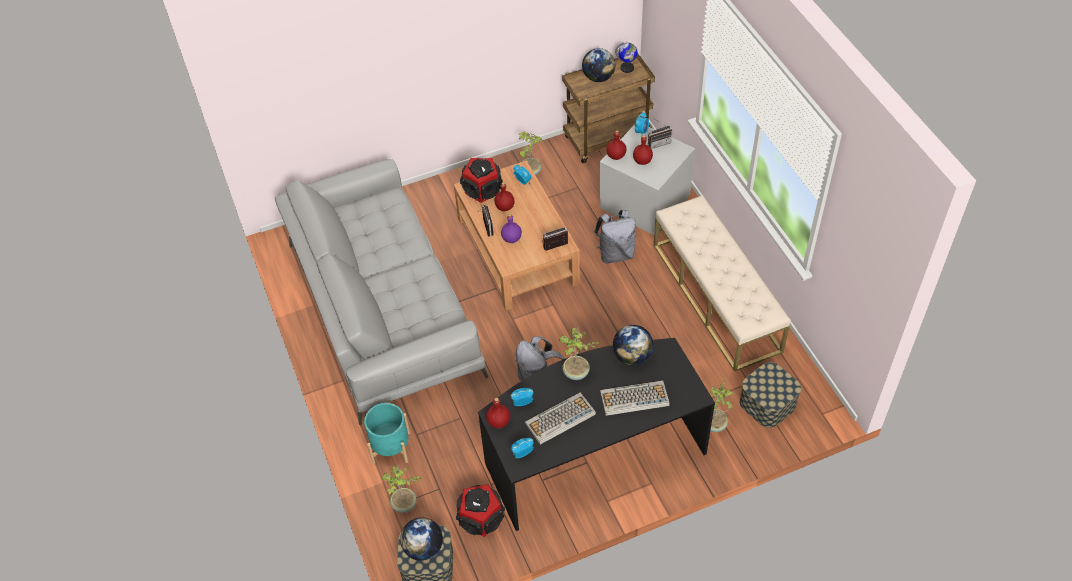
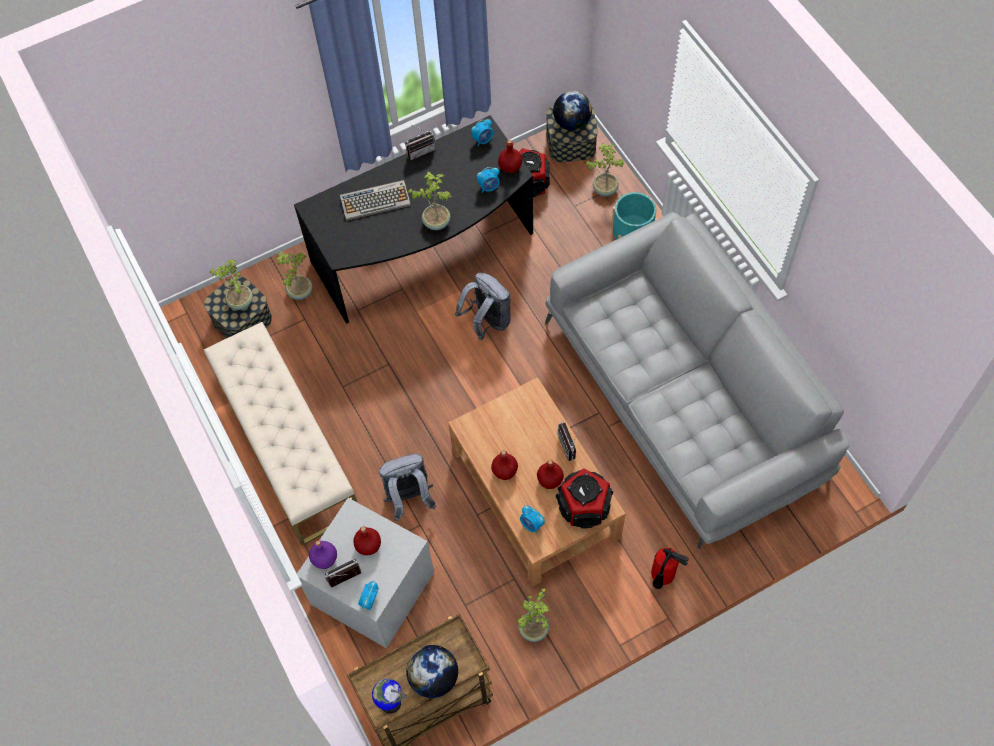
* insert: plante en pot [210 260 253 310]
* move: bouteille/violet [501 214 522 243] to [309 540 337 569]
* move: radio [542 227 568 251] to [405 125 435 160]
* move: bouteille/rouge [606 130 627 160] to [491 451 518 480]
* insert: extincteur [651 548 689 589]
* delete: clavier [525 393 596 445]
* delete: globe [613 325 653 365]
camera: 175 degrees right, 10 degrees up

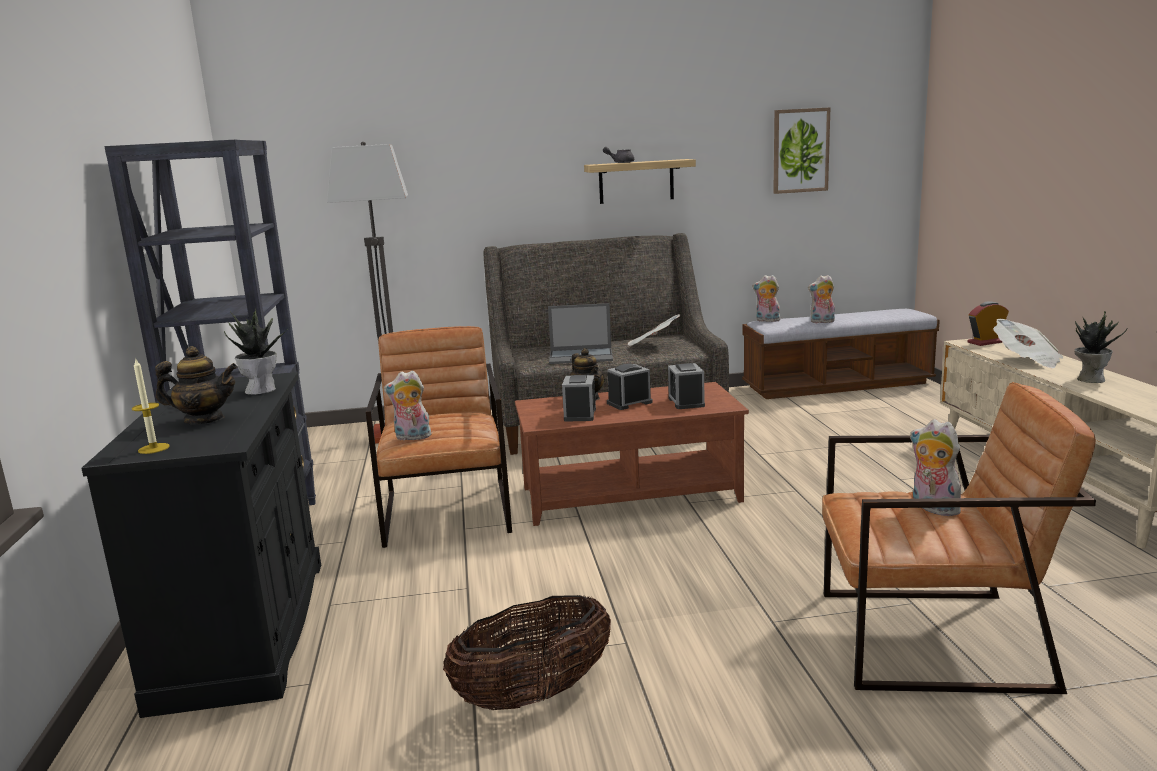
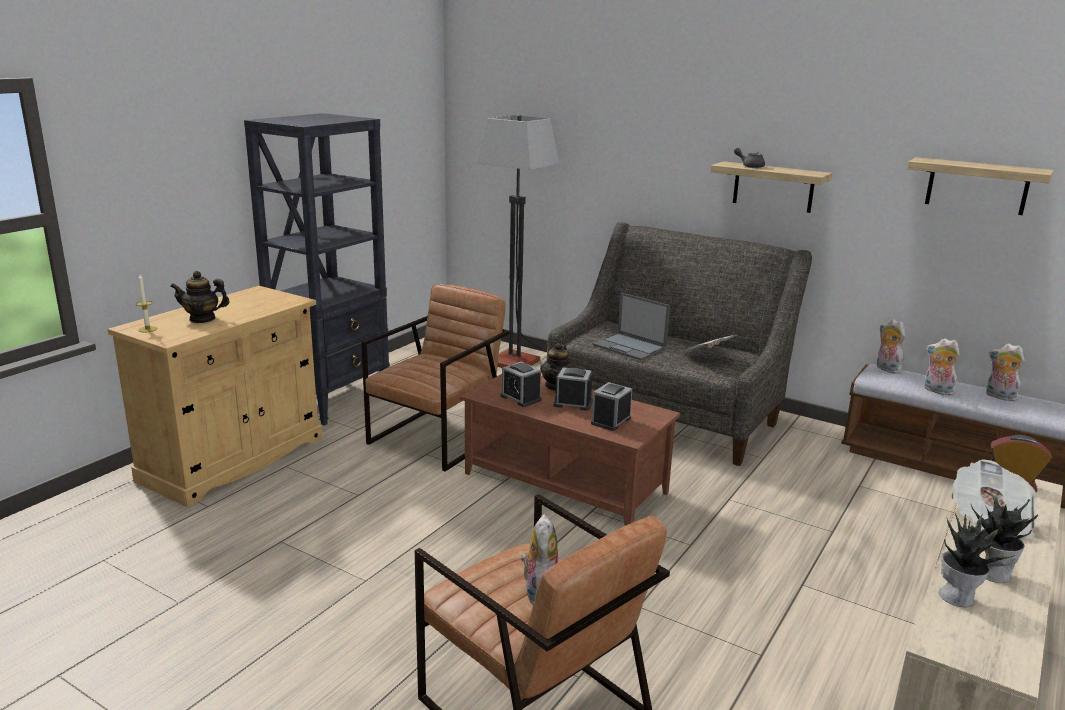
* recolor: meuble de rangement/noir [81 372 321 718] to meuble de rangement/beige [108 286 322 507]
* rotate: théière [155 346 238 425] = [170 271 230 323] 135 degrees clockwise
* rotate: réveil [562 375 596 422] = [501 362 542 407] 90 degrees counterclockwise
* replace: tableau [773 107 830 194] to étagère [907 157 1054 215]
* move: plante en pot [224 310 287 395] to [939 514 1015 607]
* move: peluche [384 370 432 441] to [986 344 1025 401]
* delete: panier [443 595 611 710]
camera: 40 degrees right, 5 degrees up

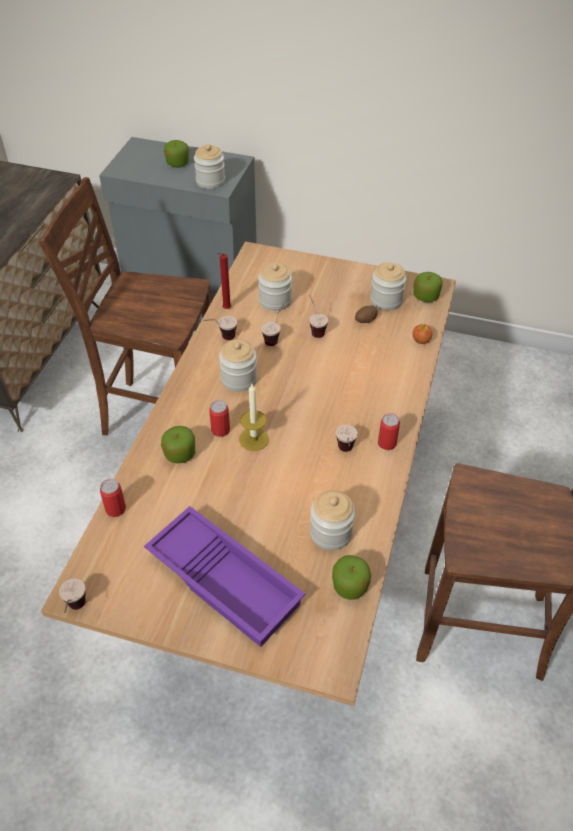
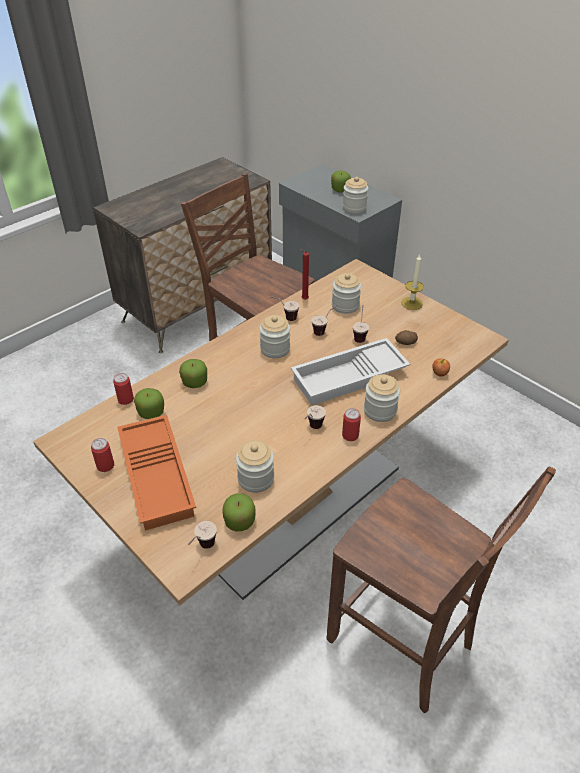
* move: boîte métallique [209 400 230 437] to [91 438 114 472]
* recolor: plateau/violet [144 506 306 647] to plateau/orange [117 415 196 531]
* move: pomme [413 272 443 302] to [134 388 164 419]
* move: tasse [59 578 86 613] to [188 521 217 549]
* insert: plateau/blanc [291 338 410 405]
* move: bocal [370 262 406 310] to [364 374 400 422]
* move: bougie [239 384 269 451] to [401 254 424 310]
camera: 30 degrees right, 5 degrees down

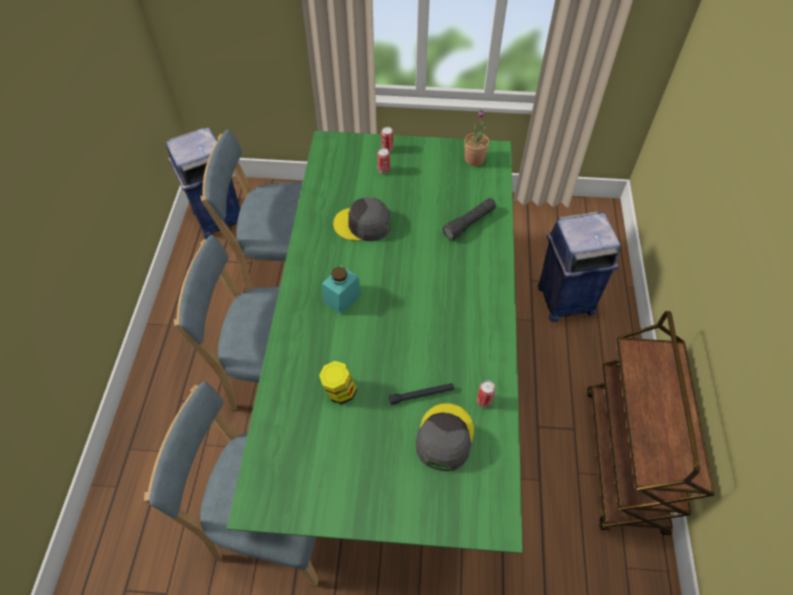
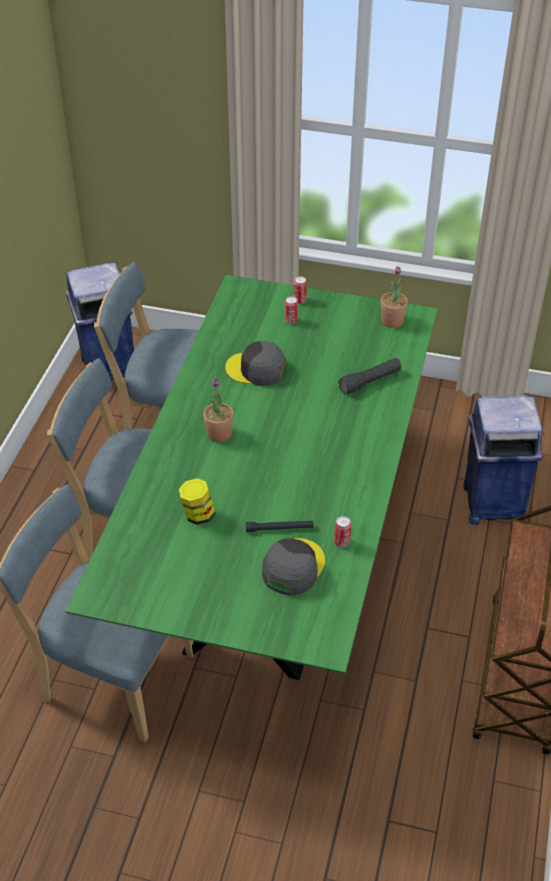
* replace: bocal/turquoise [322 266 361 315] to plante en pot [203 379 234 442]
camera: 10 degrees right, 10 degrees down

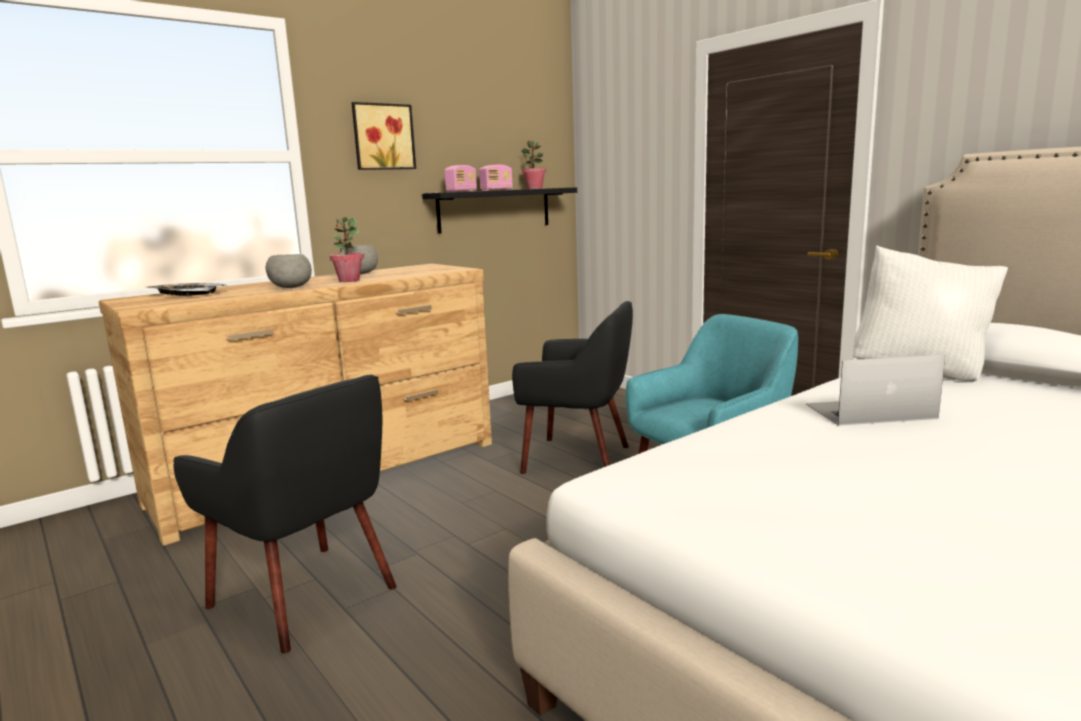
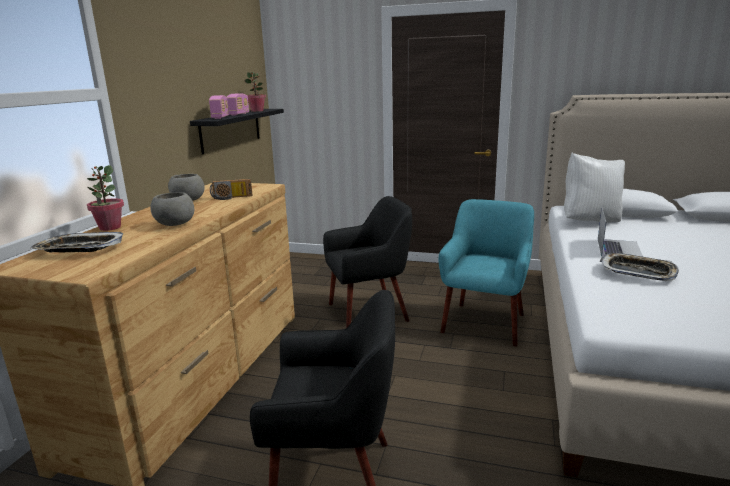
* move: plante en pot [330 217 364 282] to [87 165 124 231]
* insert: radio [210 179 252 200]
* rotate: ordinateur portable [806 354 945 426] = [598 209 643 257] 150 degrees clockwise
* insert: plateau [600 253 679 281]
* delete: tableau [351 102 416 170]
camera: 35 degrees left, 5 degrees up

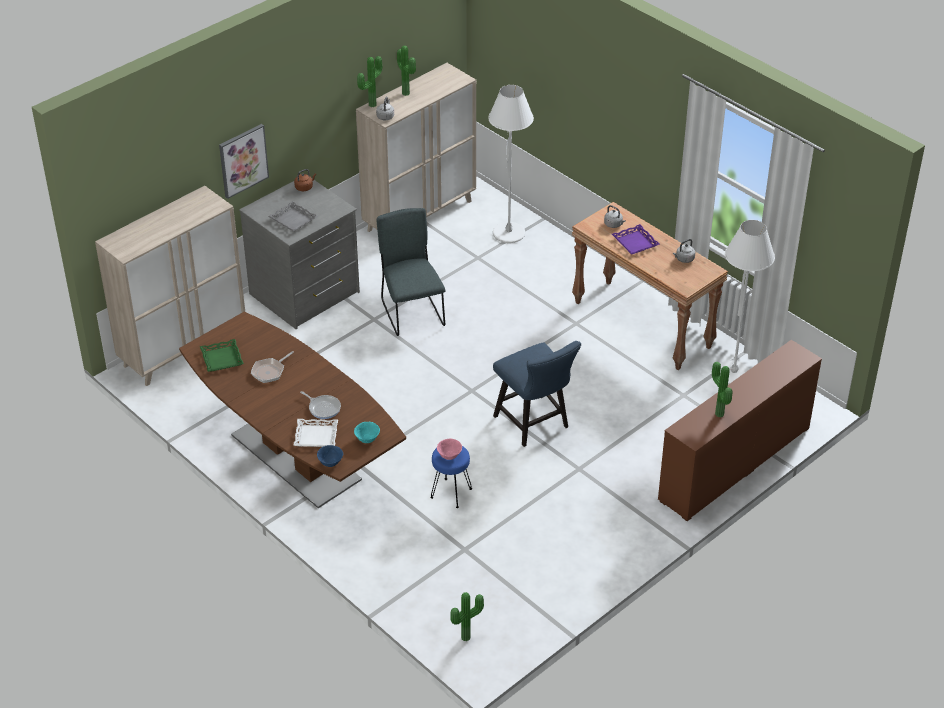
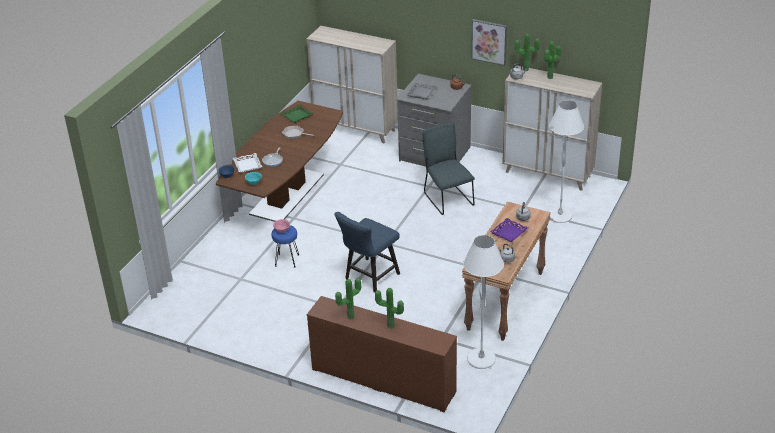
* move: plante en pot [450 592 484 641] to [375 288 404 329]
* rotate: chaise/gris [377 208 446 336] = [422 123 475 215] 75 degrees counterclockwise
* move: tableau [219 124 269 199] to [471 19 507 66]
camera: 70 degrees right, 5 degrees down

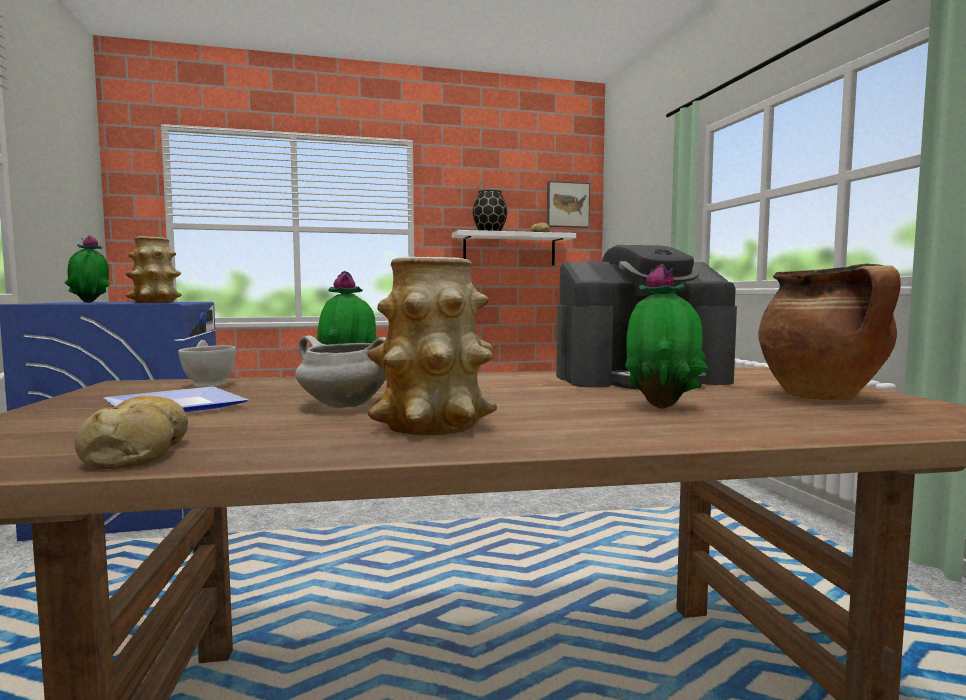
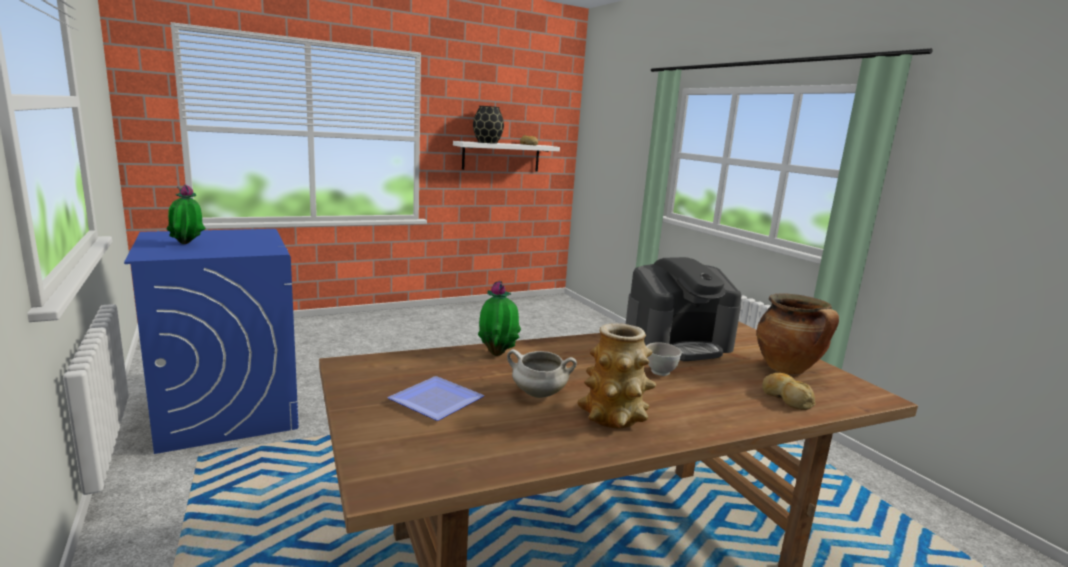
* move: bol/blanc [178 345 236 387] to [646 342 681 376]
* move: pain [74 396 188 469] to [762 373 816 410]
* delete: vase [125 236 182 303]
* delete: tableau [547 181 590 228]
* delete: plante en pot [625 264 708 409]
camera: 15 degrees left, 10 degrees up

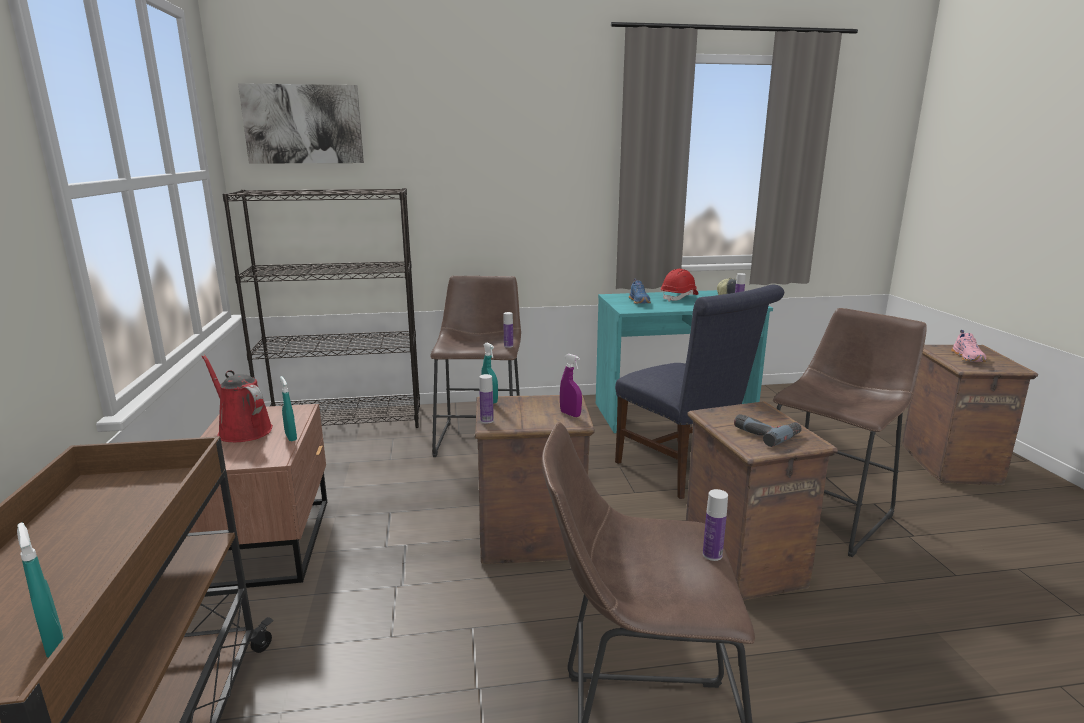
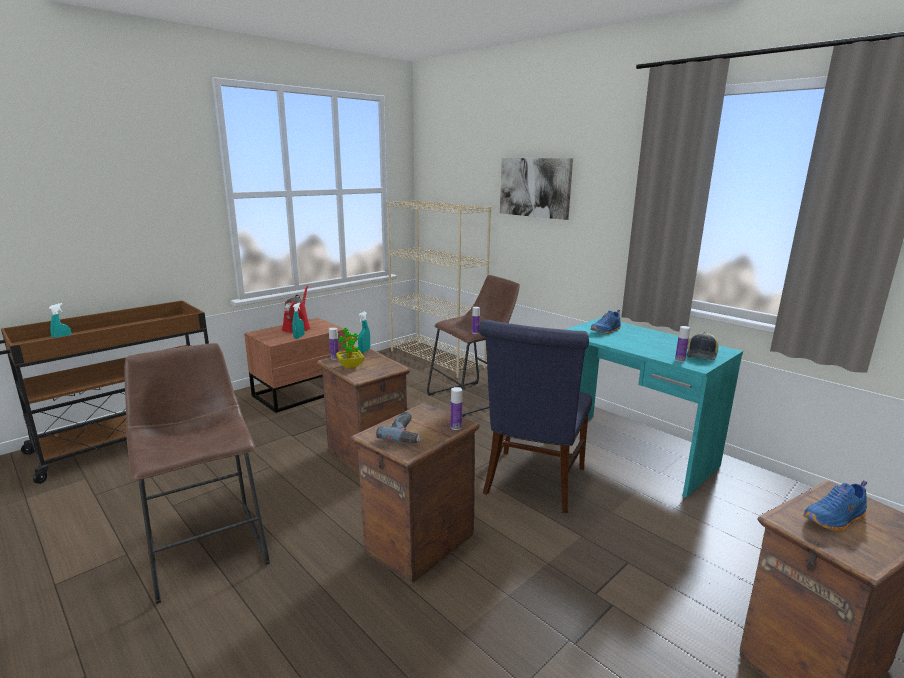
* insert: plante en pot [336 327 364 368]
* recolor: bibliothèque/noir [222 188 420 428] to bibliothèque/beige [387 200 491 378]
* move: bouteille [703 489 728 561] to [451 387 463 430]
* move: tableau [238 83 364 164] to [500 158 573 220]
* recolor: chaussure/rose [951 330 987 362] to chaussure/bleu [803 480 867 531]
* delete: vaporisateur/violet [560 354 582 417]
* delete: casque de chantier/rouge [661 269 698 302]
* delete: tabouret/marron [773 308 927 557]
camera: 55 degrees right, 0 degrees up

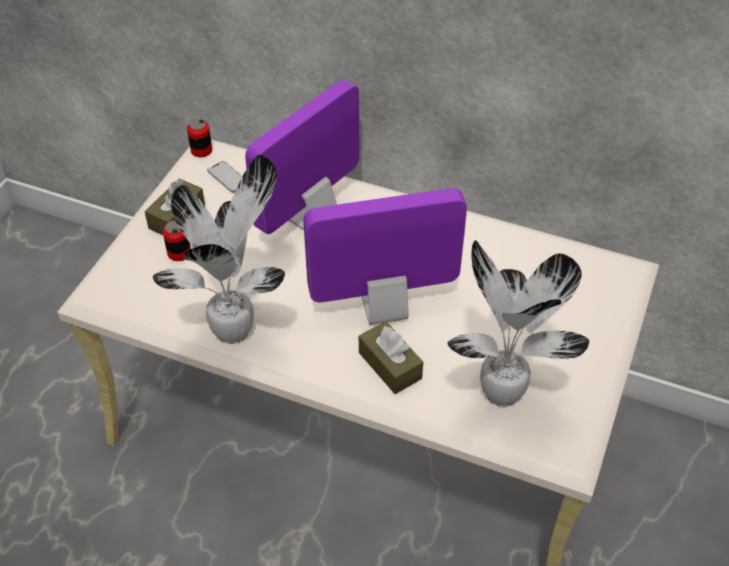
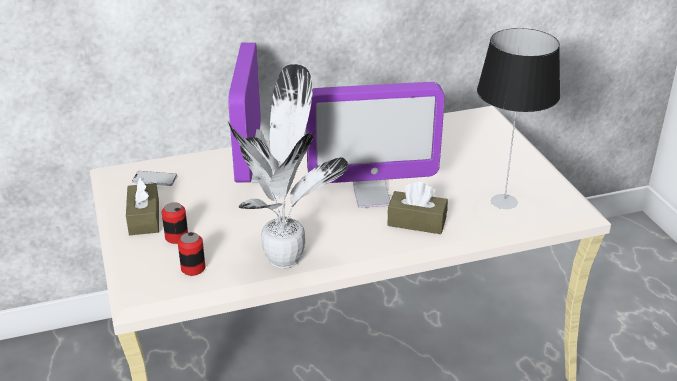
* move: boîte métallique [187 119 212 157] to [178 232 205 276]
* rotate: écran d'ordinateur [304 188 467 325] = [306 82 445 208] 135 degrees counterclockwise
* replace: plante en pot [447 240 589 407] to lampe de table [477 28 560 209]
camera: 40 degrees left, 15 degrees down

